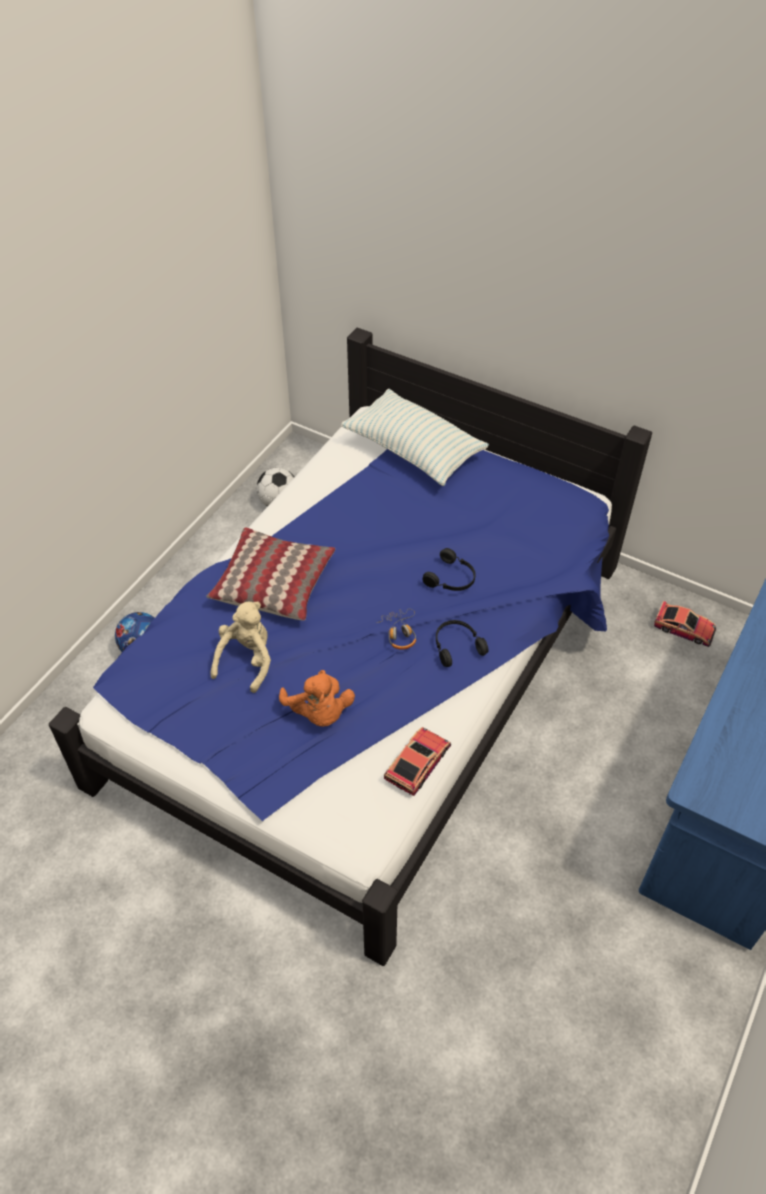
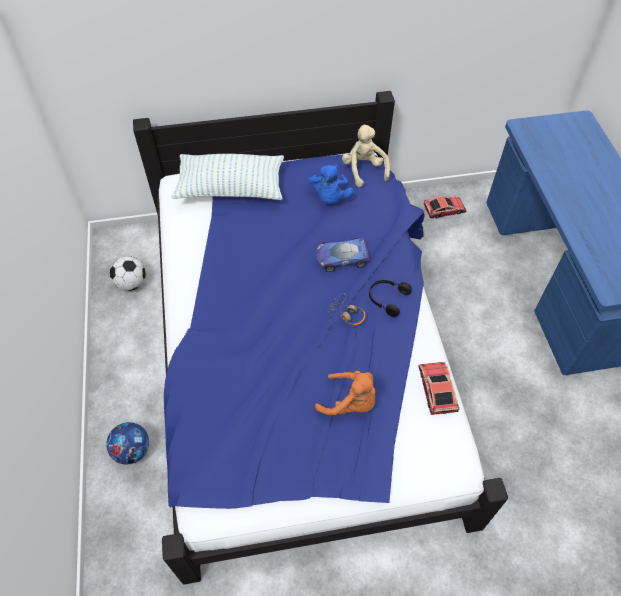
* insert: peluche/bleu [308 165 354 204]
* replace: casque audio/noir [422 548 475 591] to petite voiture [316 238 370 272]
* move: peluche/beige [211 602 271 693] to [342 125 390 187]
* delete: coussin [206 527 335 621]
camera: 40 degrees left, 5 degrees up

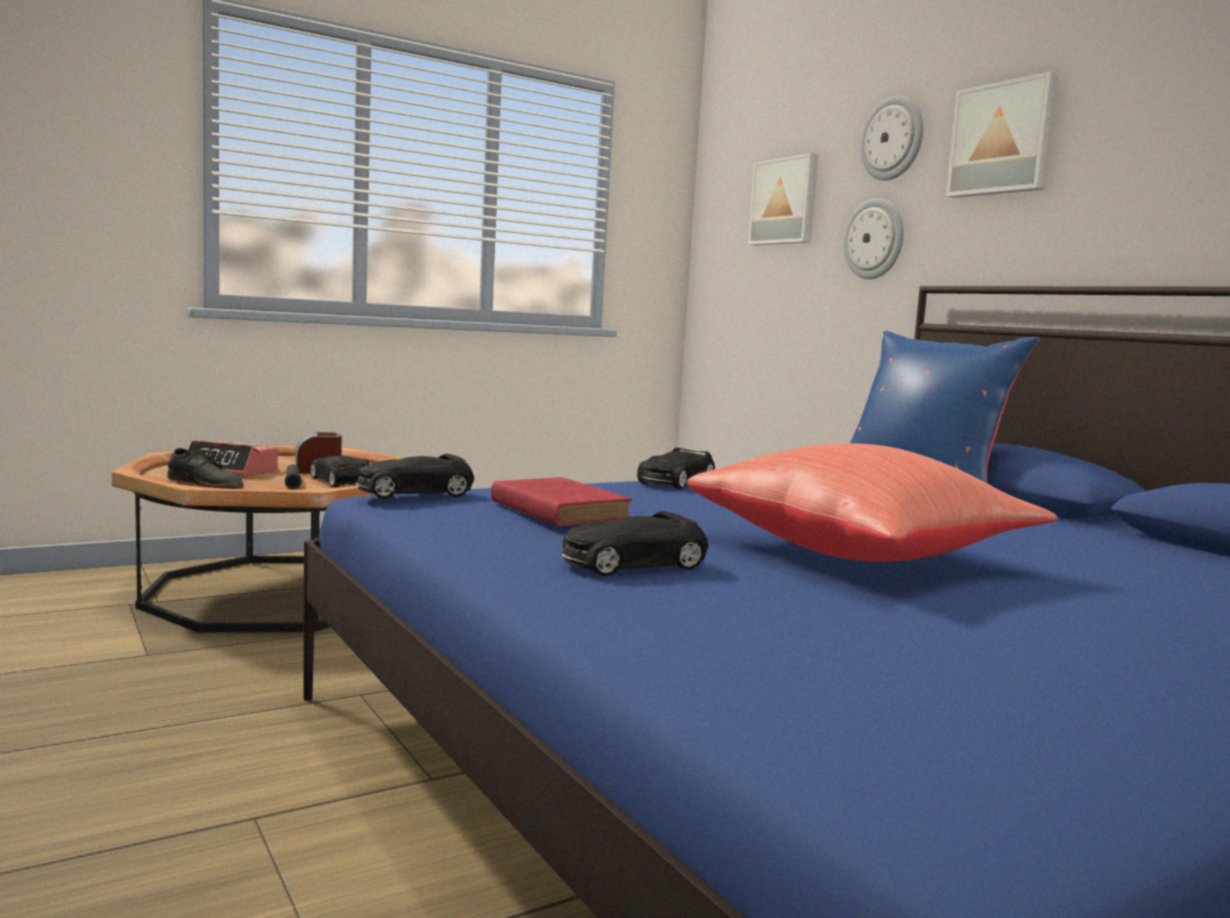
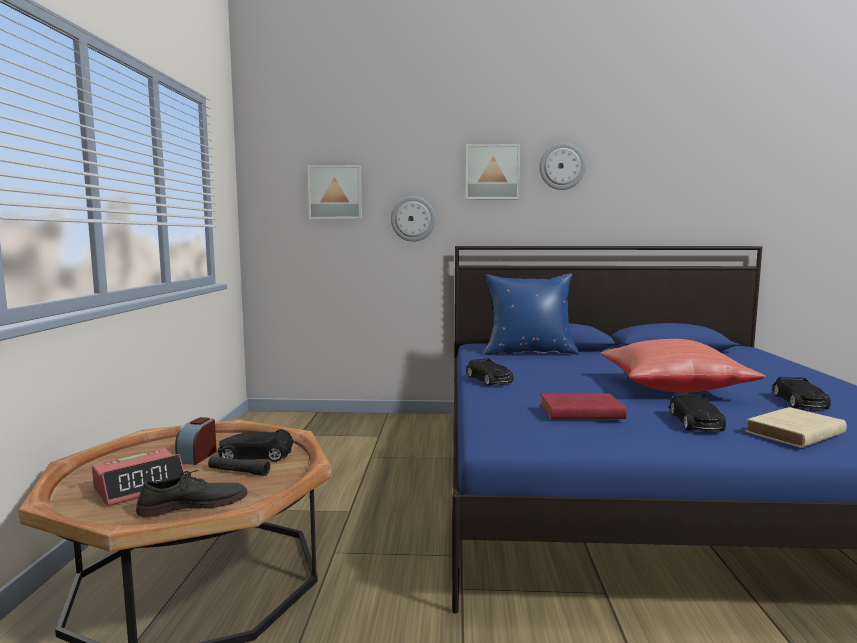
* move: horloge murale [860 95 924 181] to [539 143 586 190]
* insert: livre/beige [745 407 847 448]
* move: petite voiture/noir [355 454 474 498] to [773 377 831 409]
camera: 55 degrees left, 0 degrees up

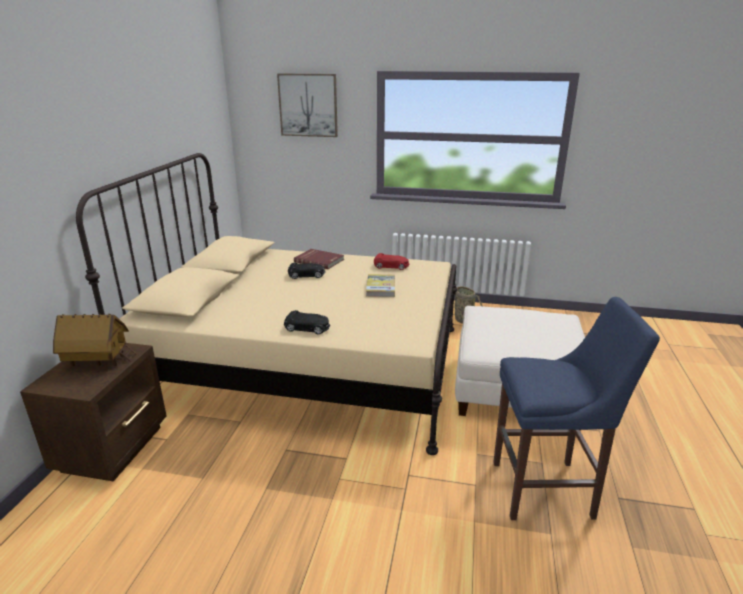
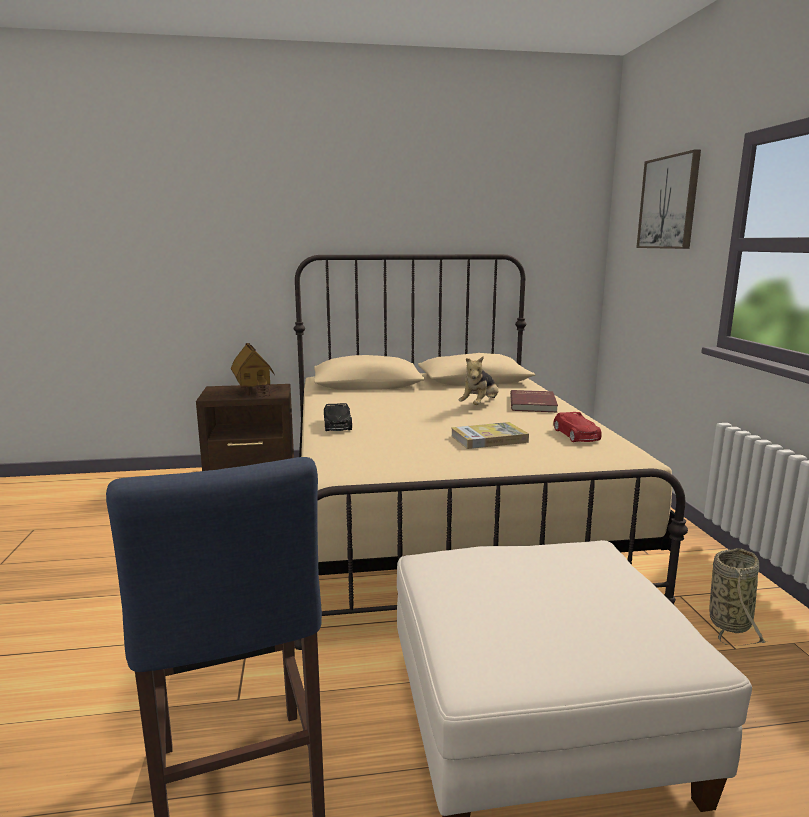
* replace: petite voiture/noir [288 262 326 279] to peluche [458 356 498 405]
camera: 70 degrees right, 10 degrees down

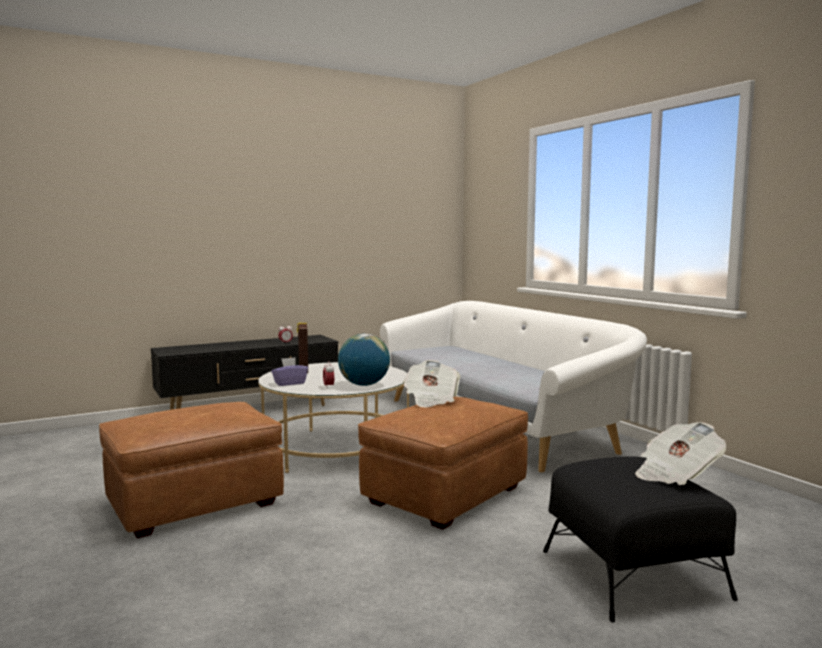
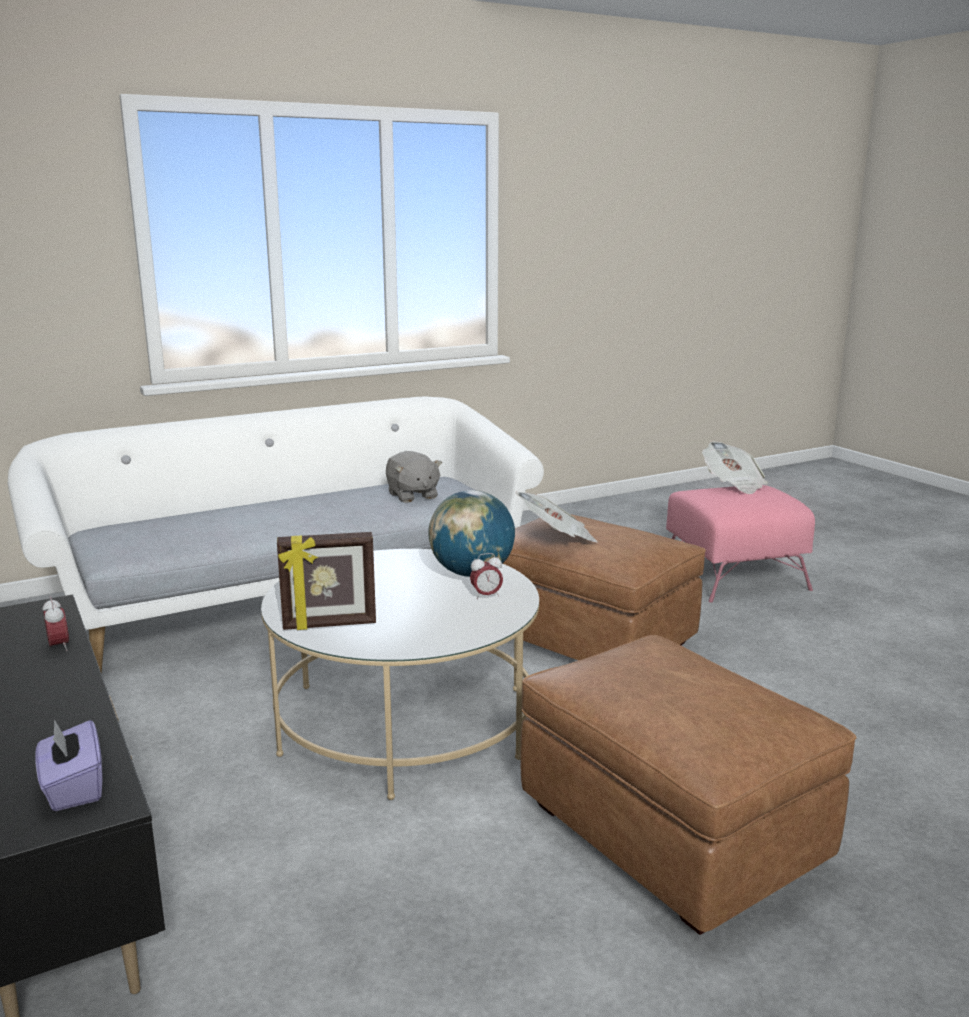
* move: boîte à mouchoirs/violet [271 357 308 386] to [35 720 102 811]
* insert: peluche/gris [386 451 442 503]
* recolor: pouf/noir [543 456 738 622] to pouf/rose [666 485 815 602]
camera: 90 degrees left, 10 degrees up

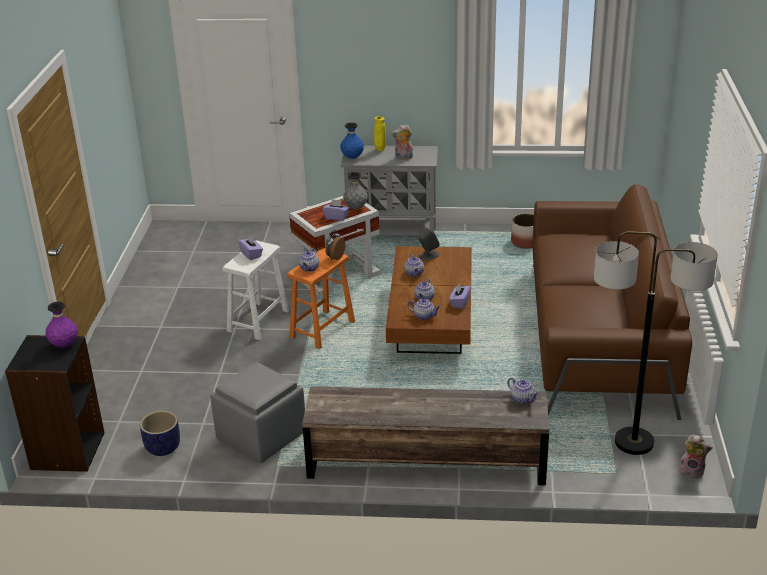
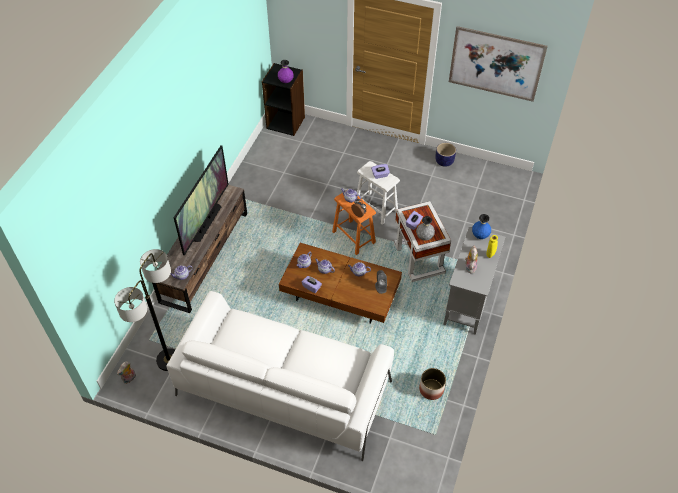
* recolor: canapé/marron [532 184 692 420] to canapé/blanc [166 291 394 461]
* insert: téléviseur [174 145 229 256]
* move: cache-pot [140 411 180 456] to [436 143 456 167]
* insert: tableau [449 26 548 102]
* delete: pouf/gris [210 362 305 463]
camera: 105 degrees right, 20 degrees up

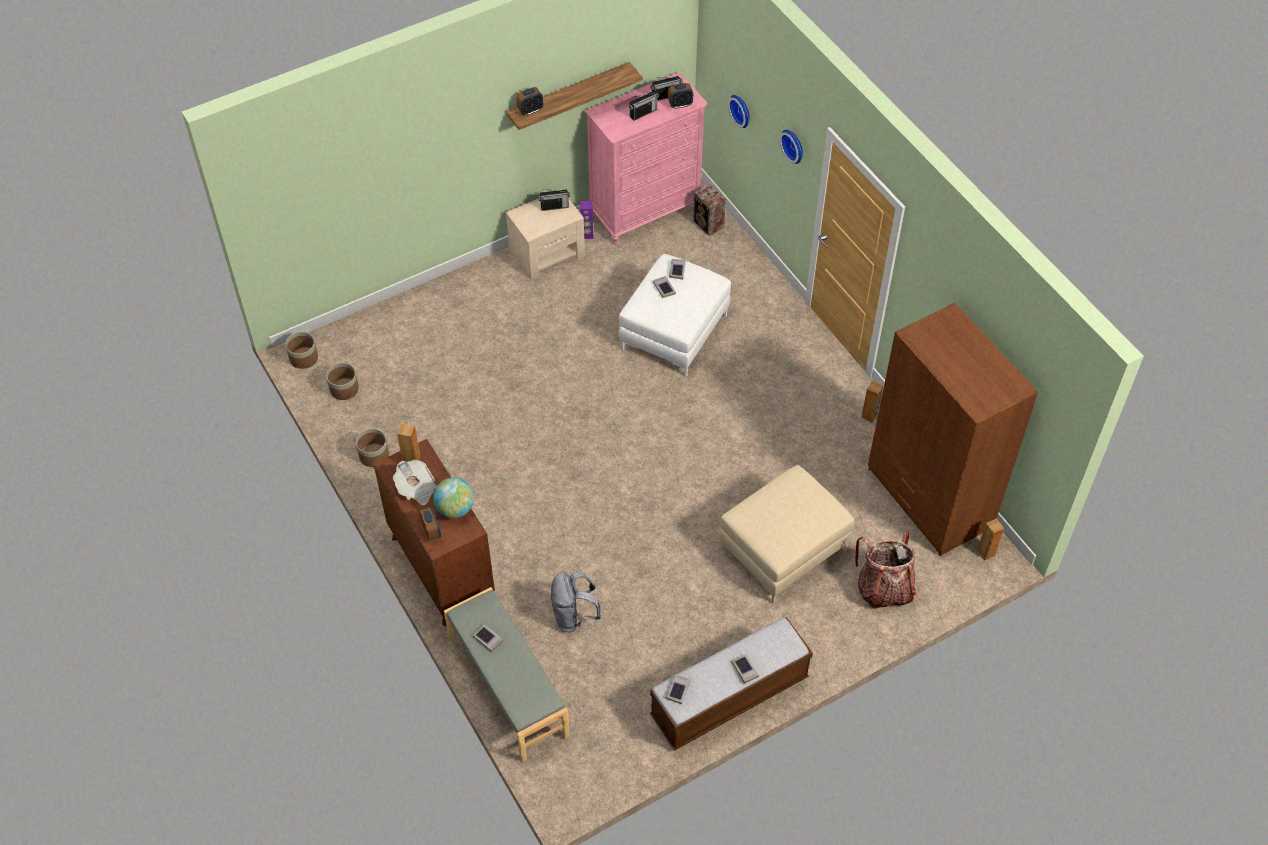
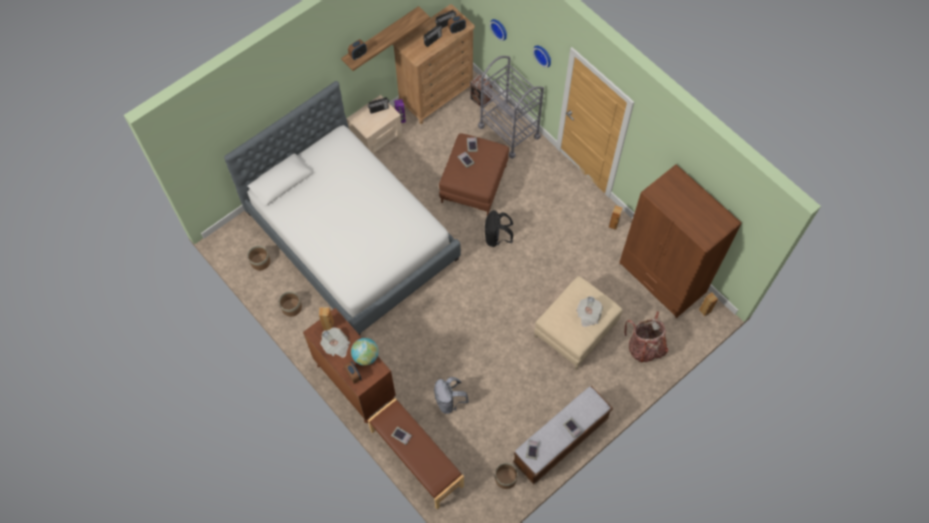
* insert: lit [224 81 461 335]
* recolor: banc/gris [444 587 570 762] to banc/marron [368 398 464 509]
* recolor: commode/rose [585 72 707 245] to commode/marron [393 4 475 124]
* recolor: pouf/blanc [619 254 731 377] to pouf/marron [439 133 509 215]
* insert: chariot/gris [478 56 544 159]
* insert: sac à dos/noir [485 210 513 247]
* move: cache-pot [285 332 318 369] to [495 463 518 489]
* insert: journal [576 296 603 327]
camera: 10 degrees left, 10 degrees up

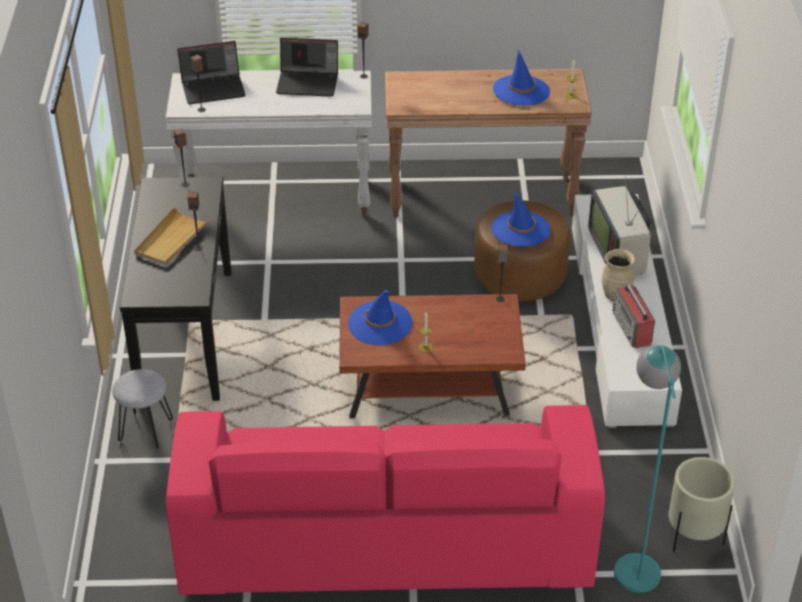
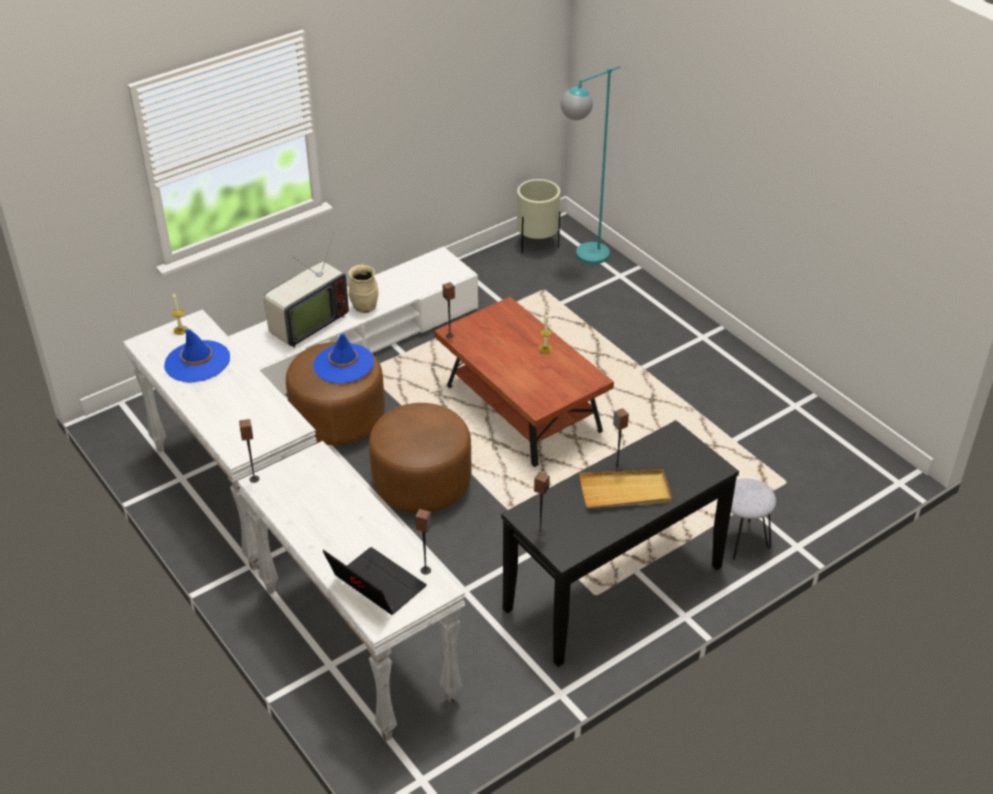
* recolor: table console/marron [385 69 592 217] to table console/blanc [123 309 317 570]
* insert: pouf/marron [369 403 472 513]
* delete: canapé/rose [166 405 605 595]
* delete: ordinateur portable [276 38 338 97]
* delete: chapeau/bleu [348 290 412 345]
* delete: radio [612 284 655 348]
camera: 125 degrees left, 0 degrees up

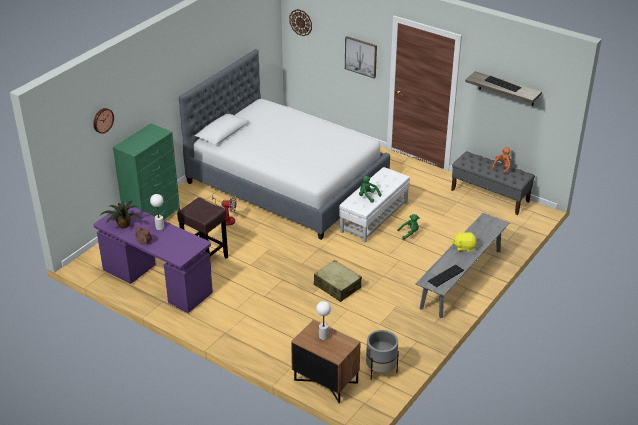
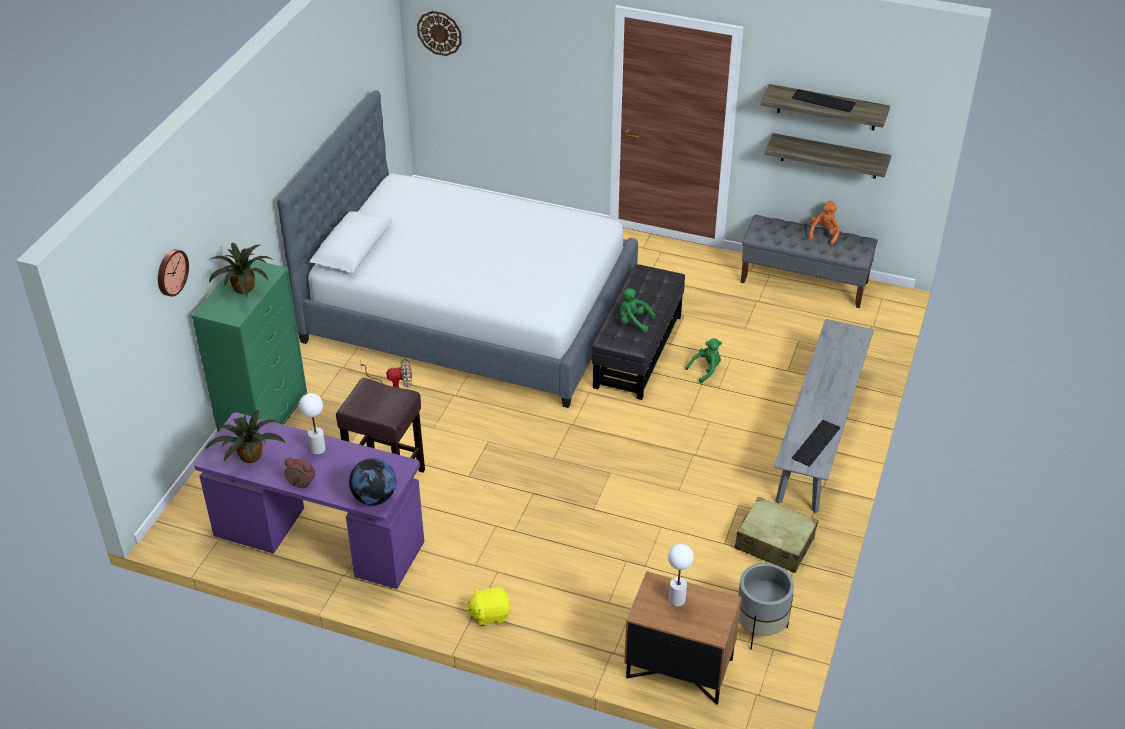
* insert: plante en pot [209 243 273 298]
* insert: globe [349 458 396 505]
* move: peluche/jaune [452 231 477 252] to [466 587 511 626]
* recolor: pouf/blanc [339 167 410 243] to pouf/noir [592 264 685 400]
* move: valise/beige [314 260 362 302] to [735 496 818 573]
* insert: étagère [765 133 891 179]
* delete: tableau [345 36 377 79]
camera: 15 degrees left, 5 degrees up

